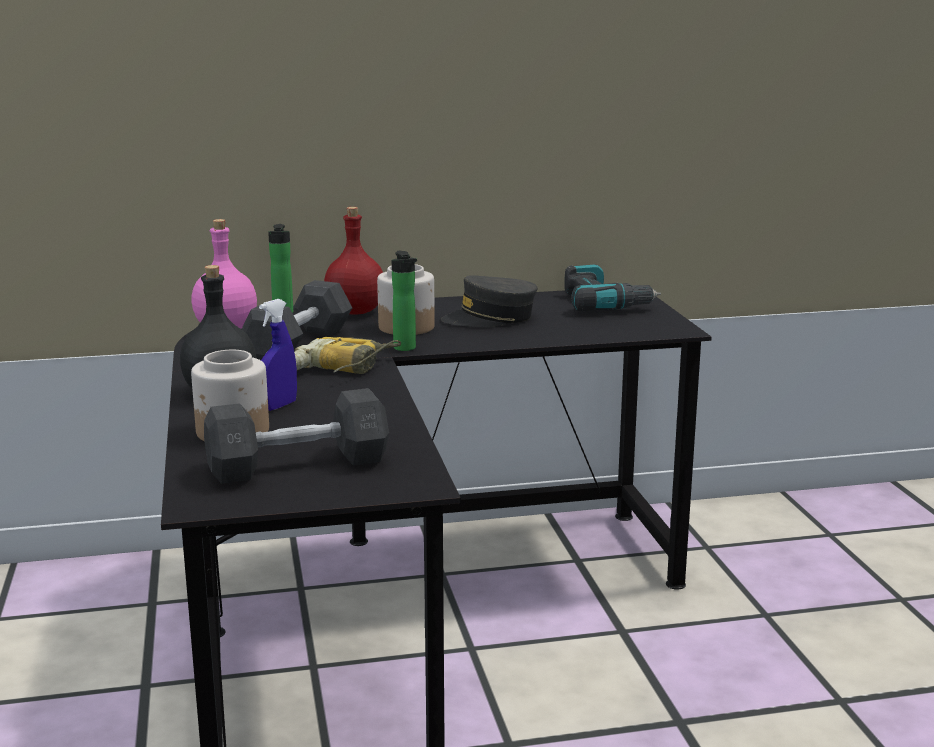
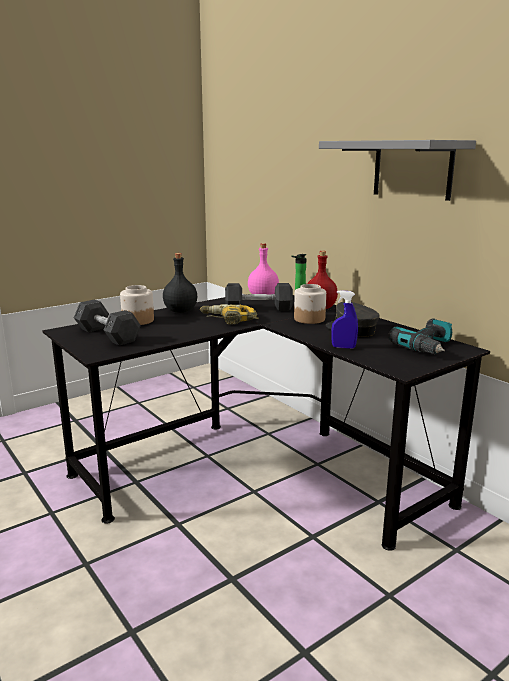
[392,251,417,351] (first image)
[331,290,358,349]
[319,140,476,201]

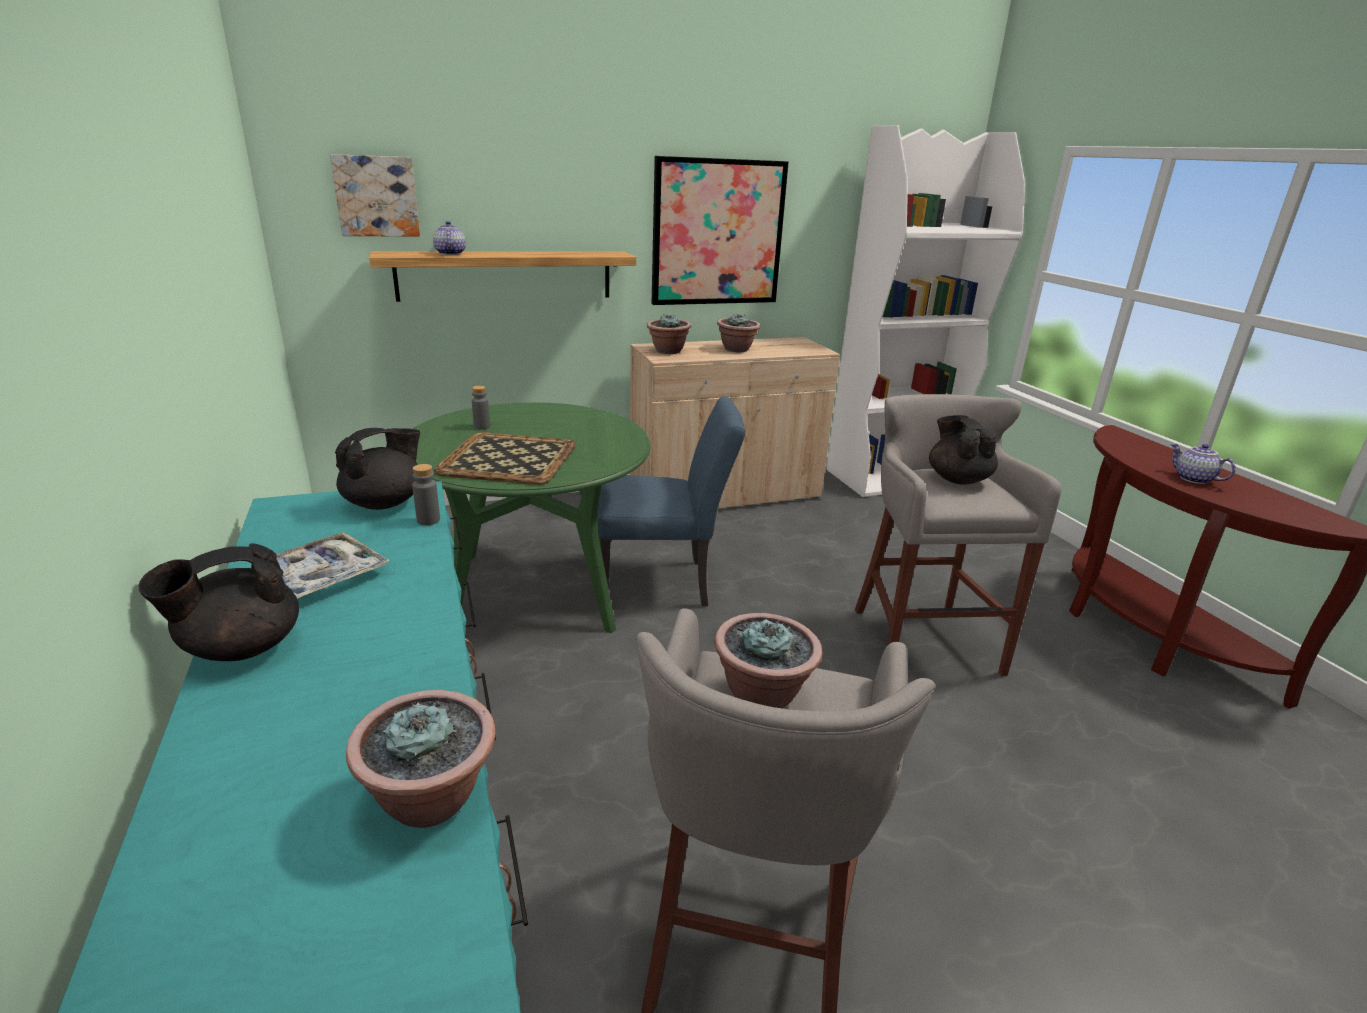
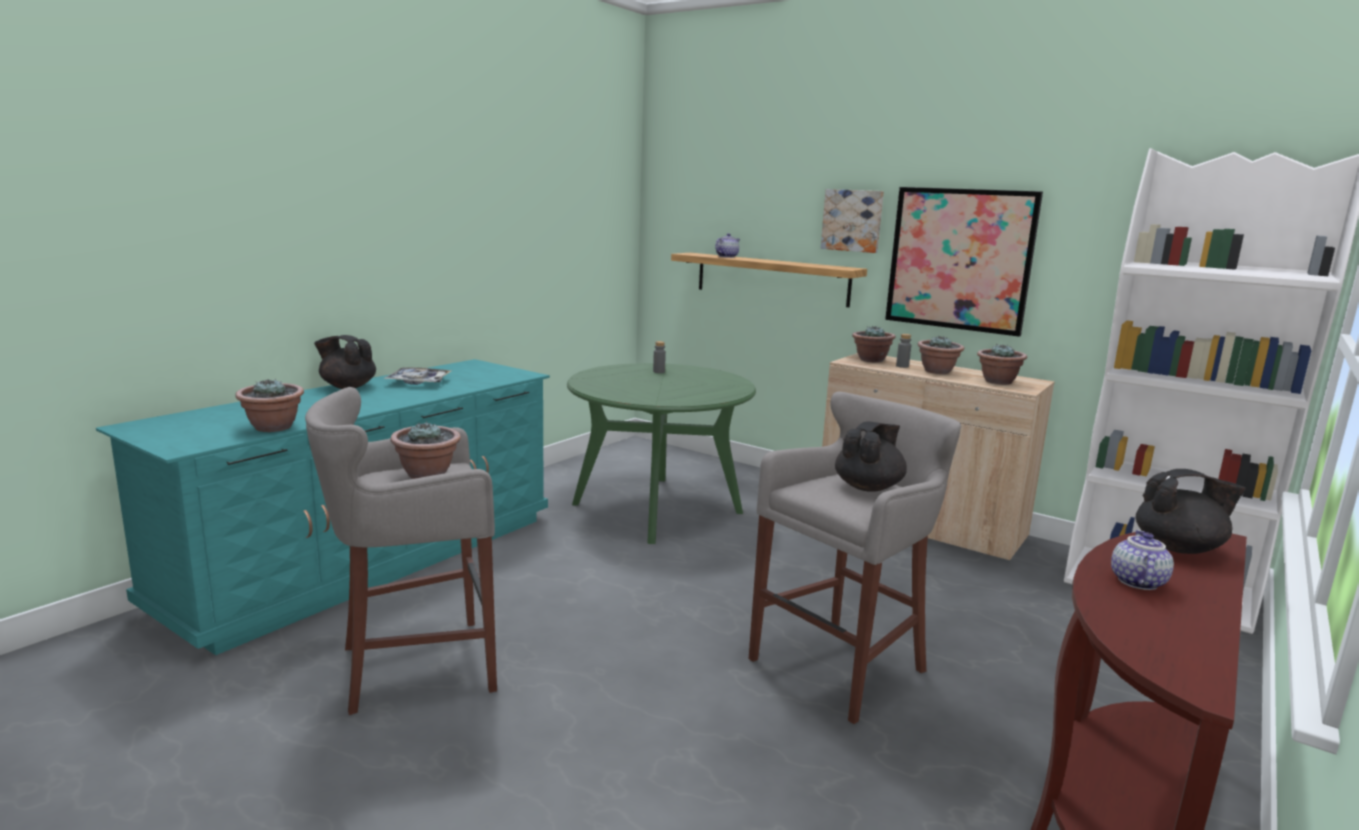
[821,189,884,253]
[597,396,745,606] (first image)
[1136,469,1246,554]
[433,432,576,485] (first image)
[896,334,911,368]
[977,344,1027,385]

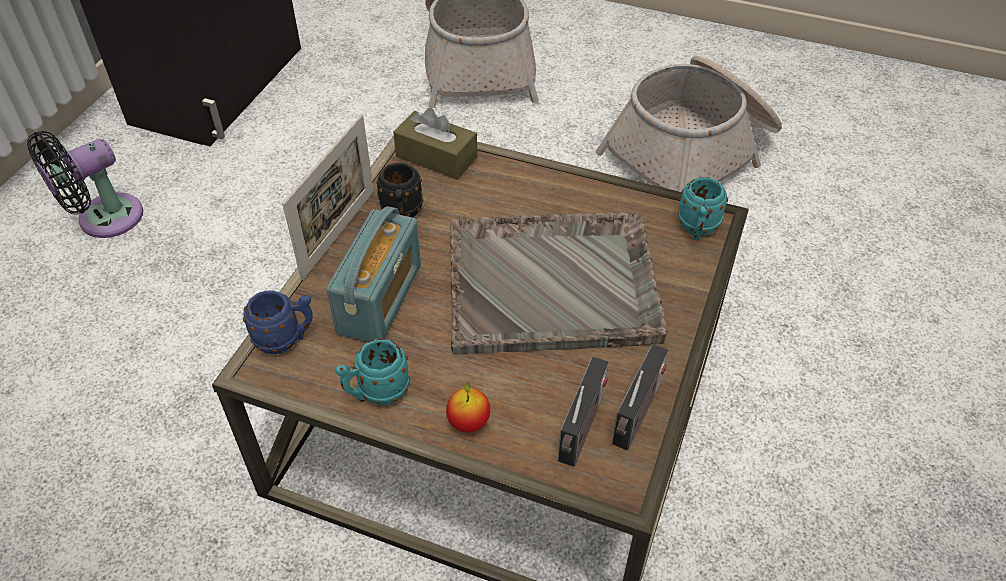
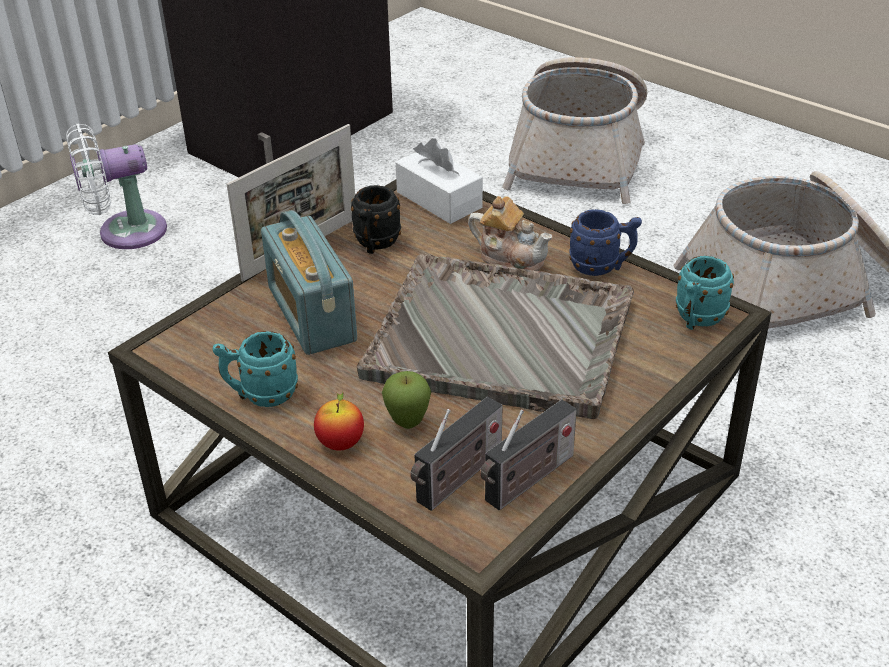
[396,138,483,224]
[66,123,167,249]
[261,210,357,355]
[569,209,642,276]
[468,196,552,271]
[382,371,431,429]

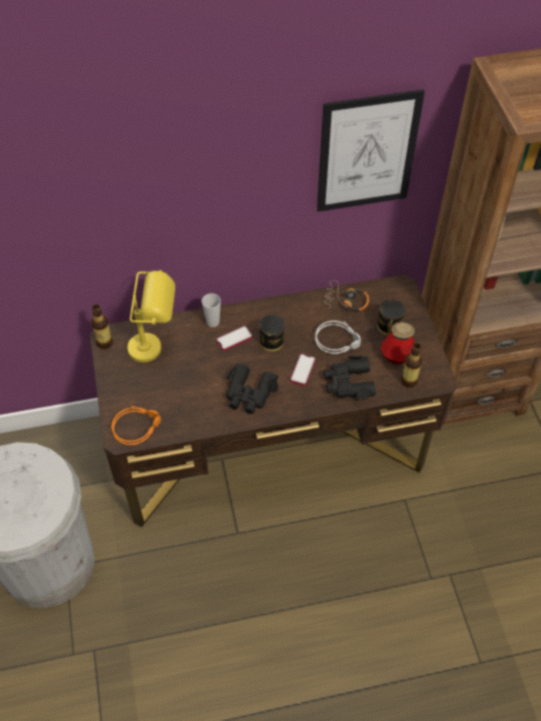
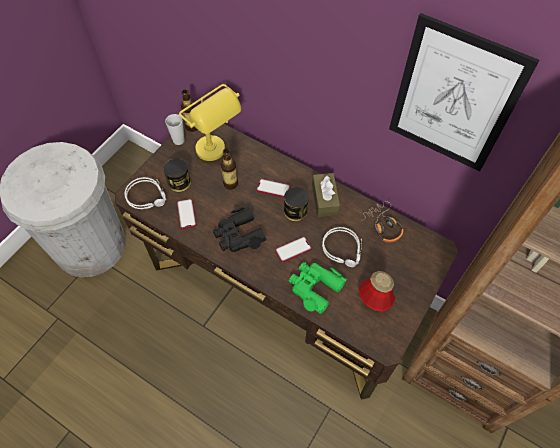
[165,114,185,145]
[164,158,191,192]
[221,149,238,190]
[289,262,347,314]
[124,177,166,209]
[312,173,340,217]
[177,199,196,229]

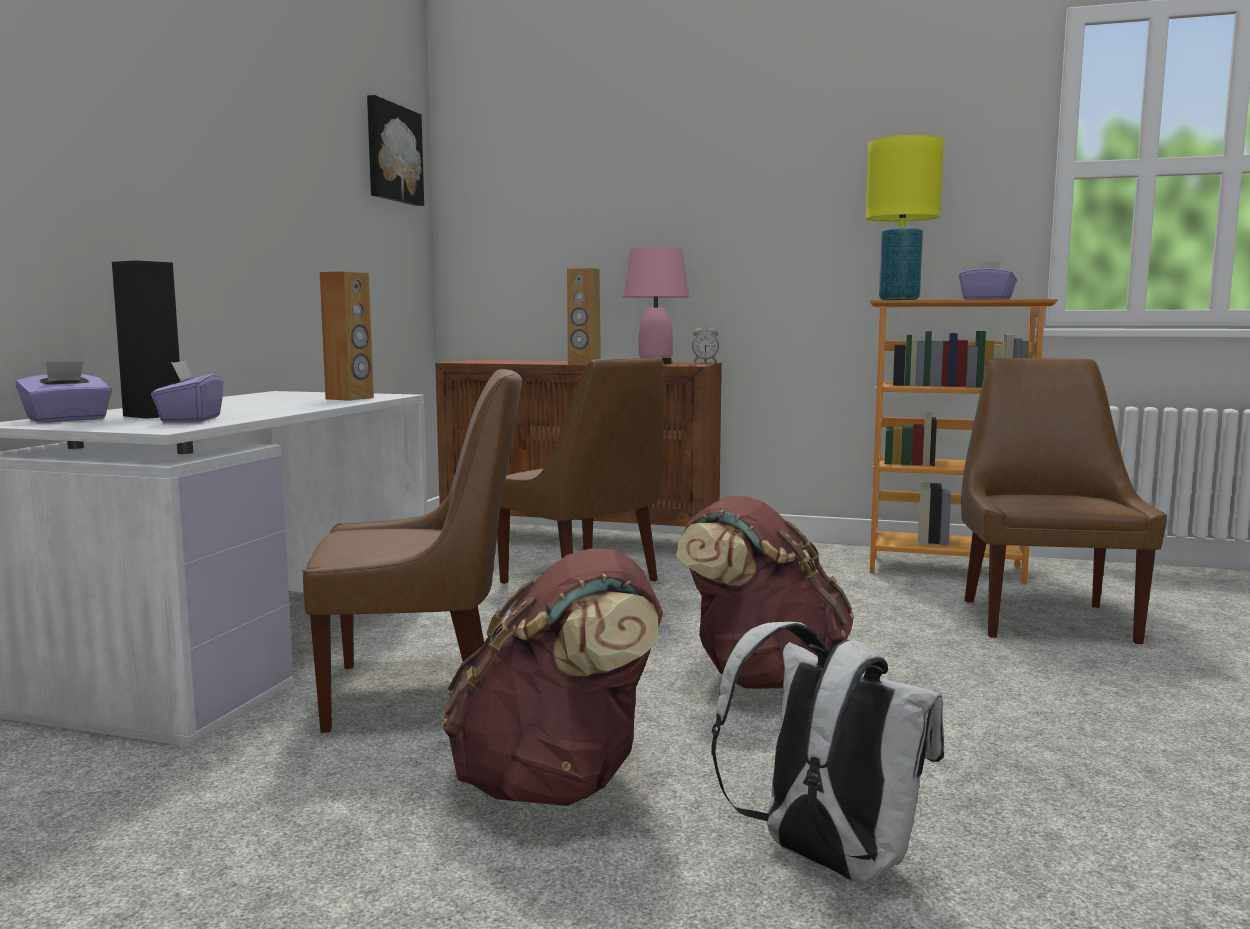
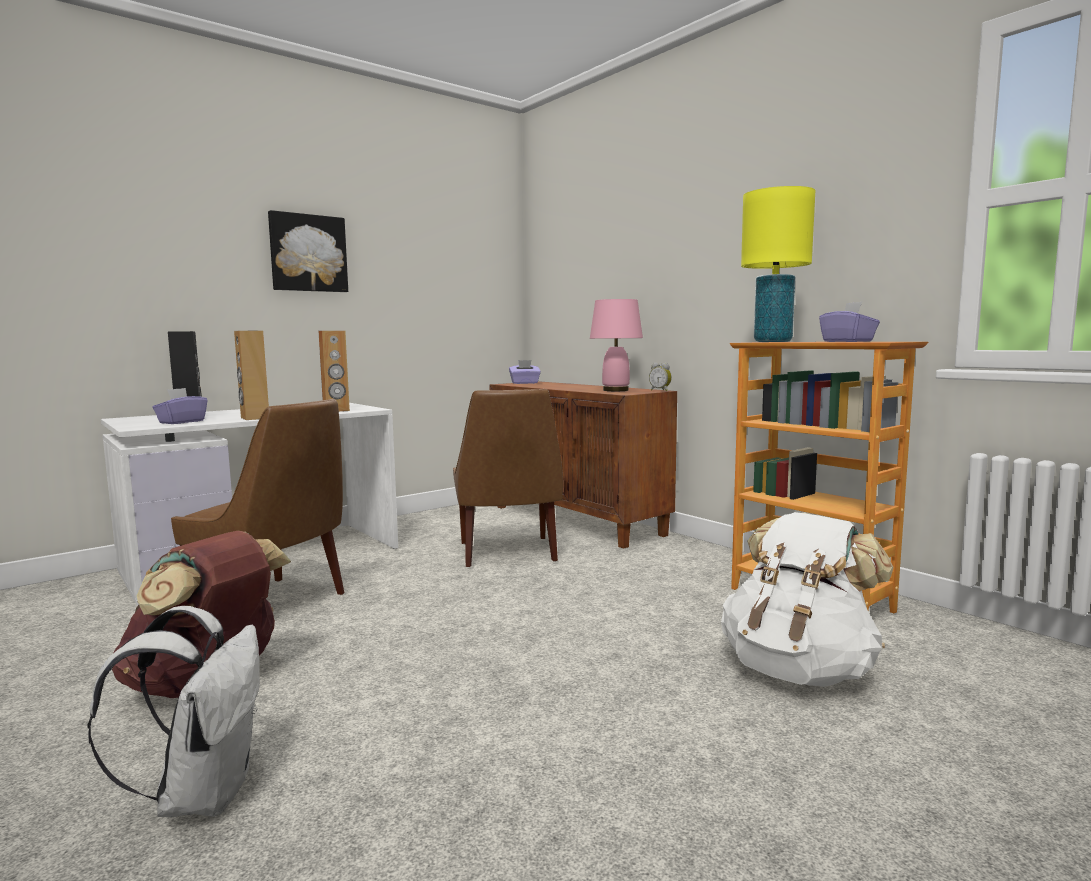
[268,210,348,292]
[234,331,269,420]
[721,512,894,687]
[509,360,541,384]
[676,496,854,689] (first image)

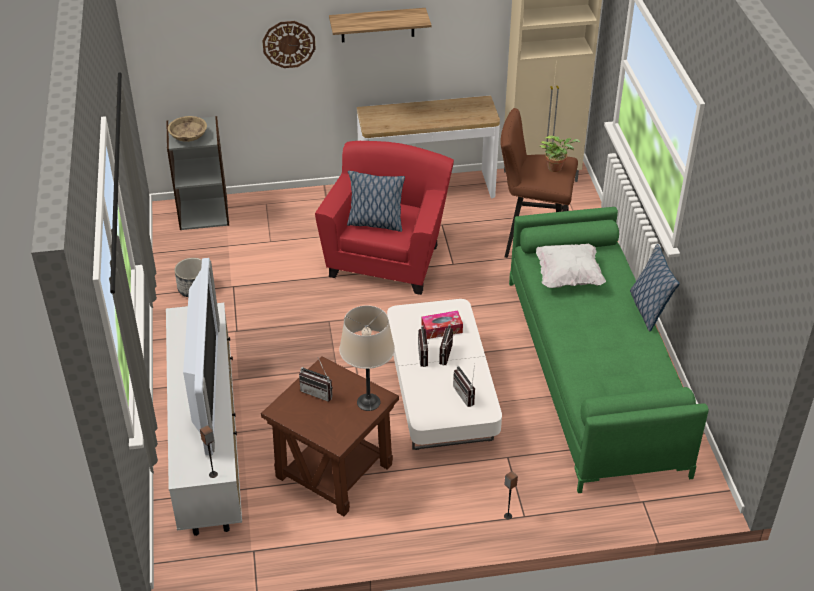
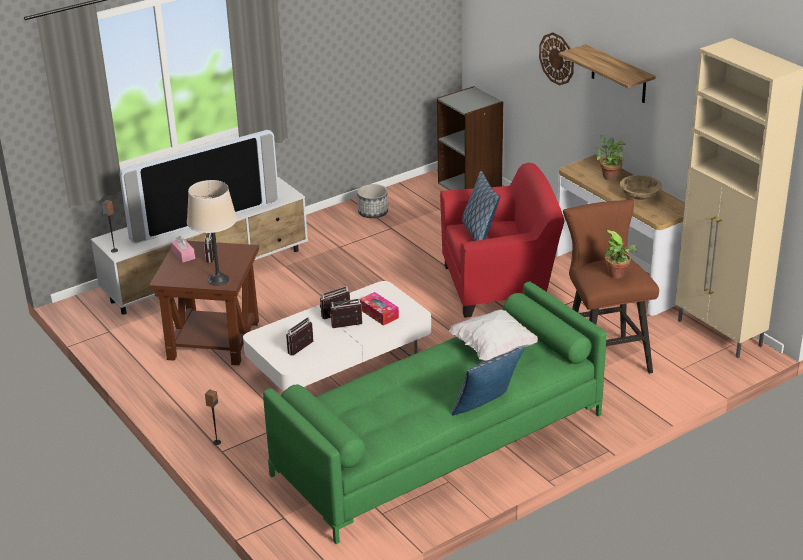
[620,175,662,200]
[595,135,626,180]
[171,236,195,263]

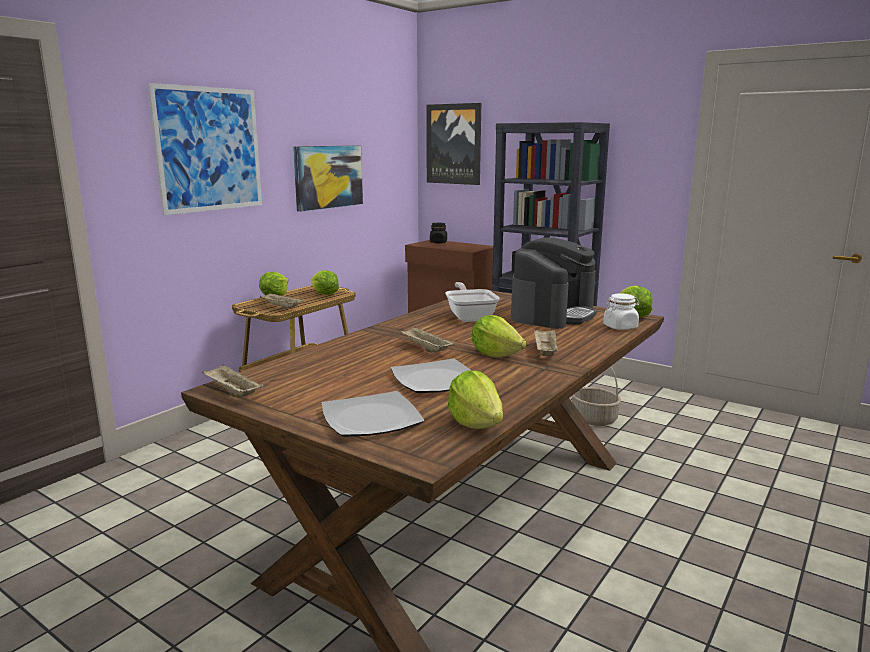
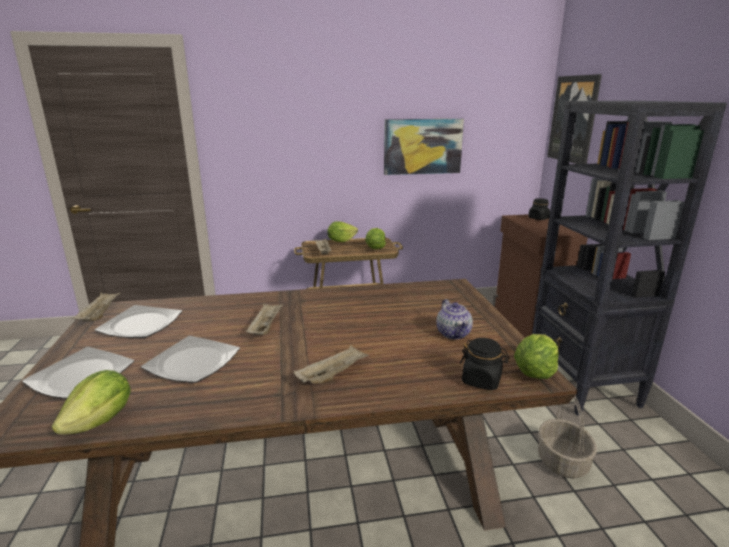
[147,83,262,215] (first image)
[436,299,473,339]
[445,282,500,322] (first image)
[460,338,509,390]
[472,315,526,358] (first image)
[95,305,182,338]

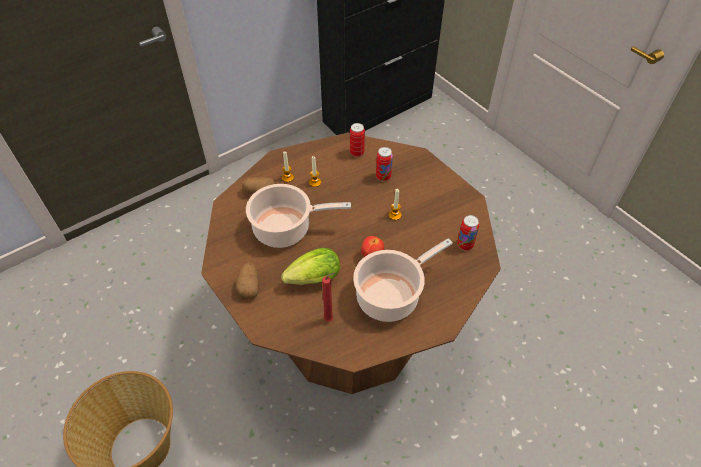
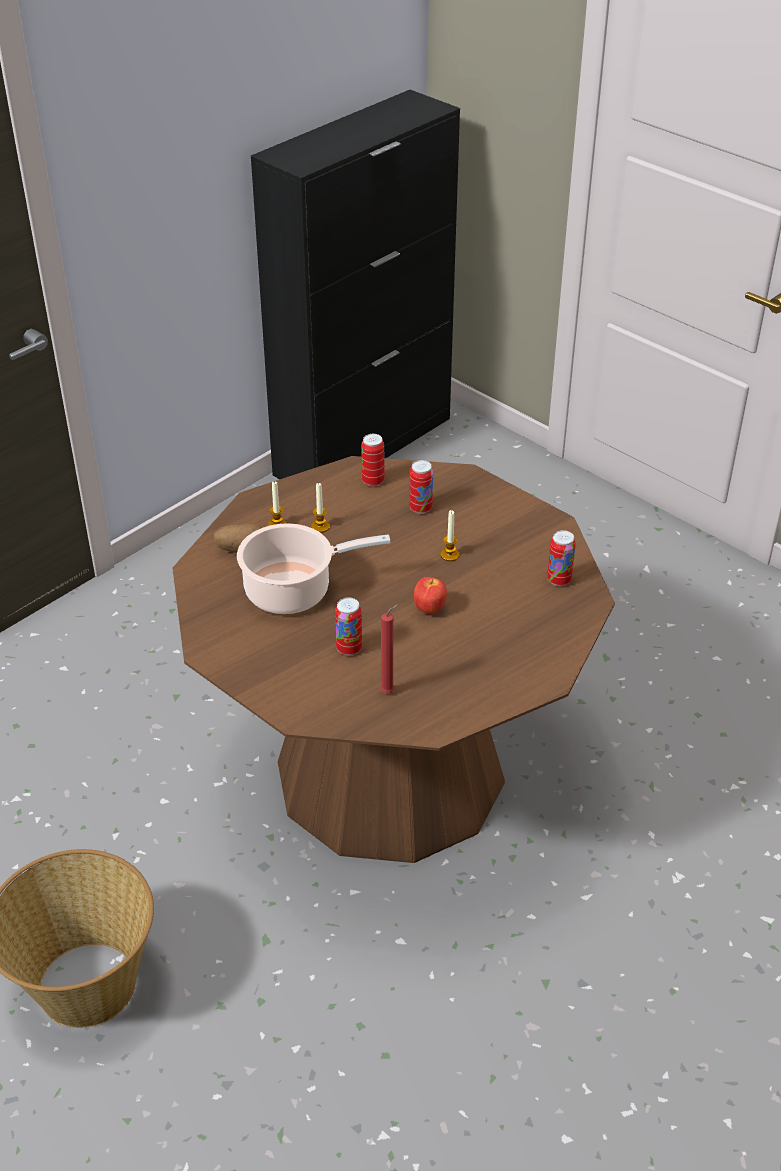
[353,238,453,322] (first image)
[335,597,362,655]
[236,262,259,299] (first image)

